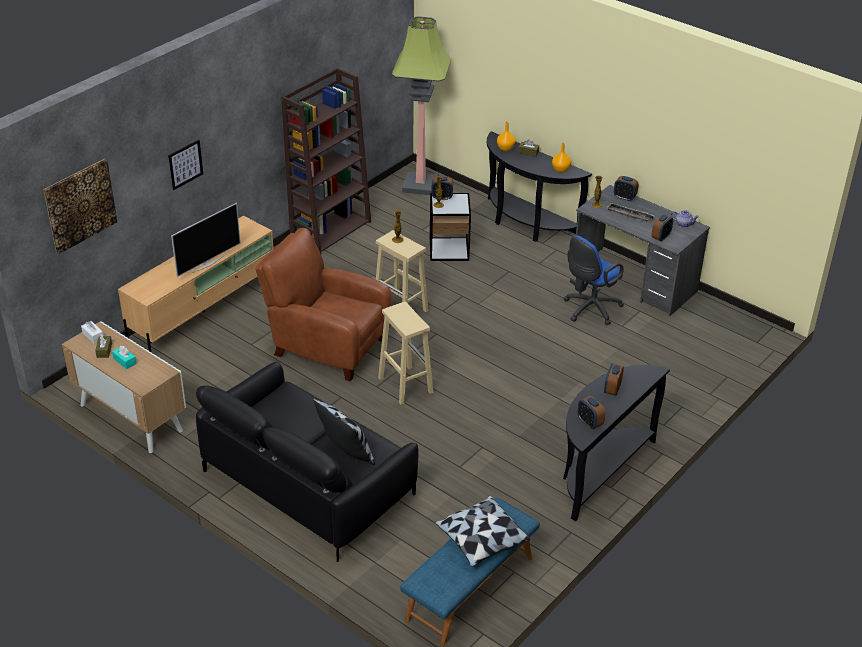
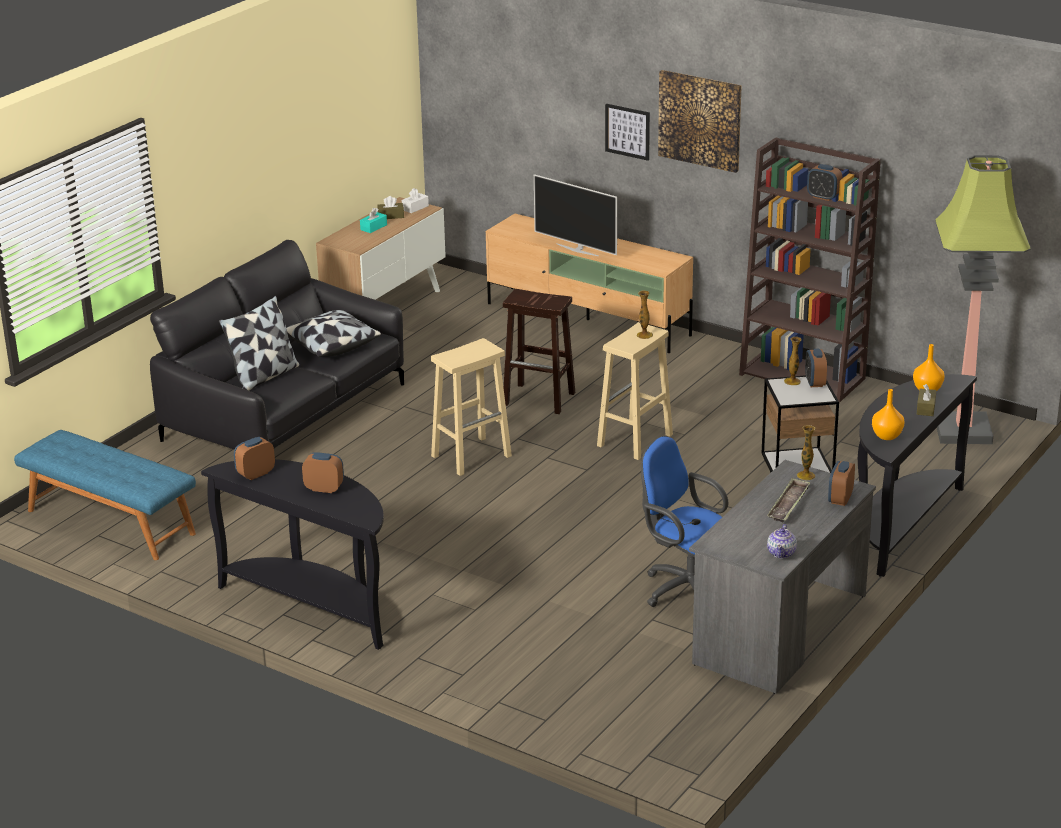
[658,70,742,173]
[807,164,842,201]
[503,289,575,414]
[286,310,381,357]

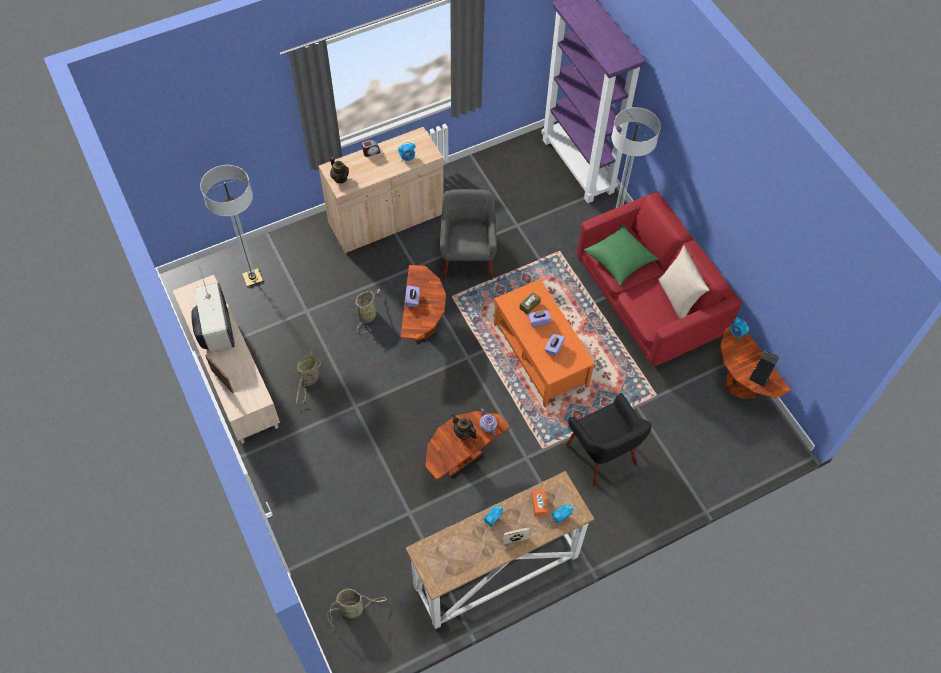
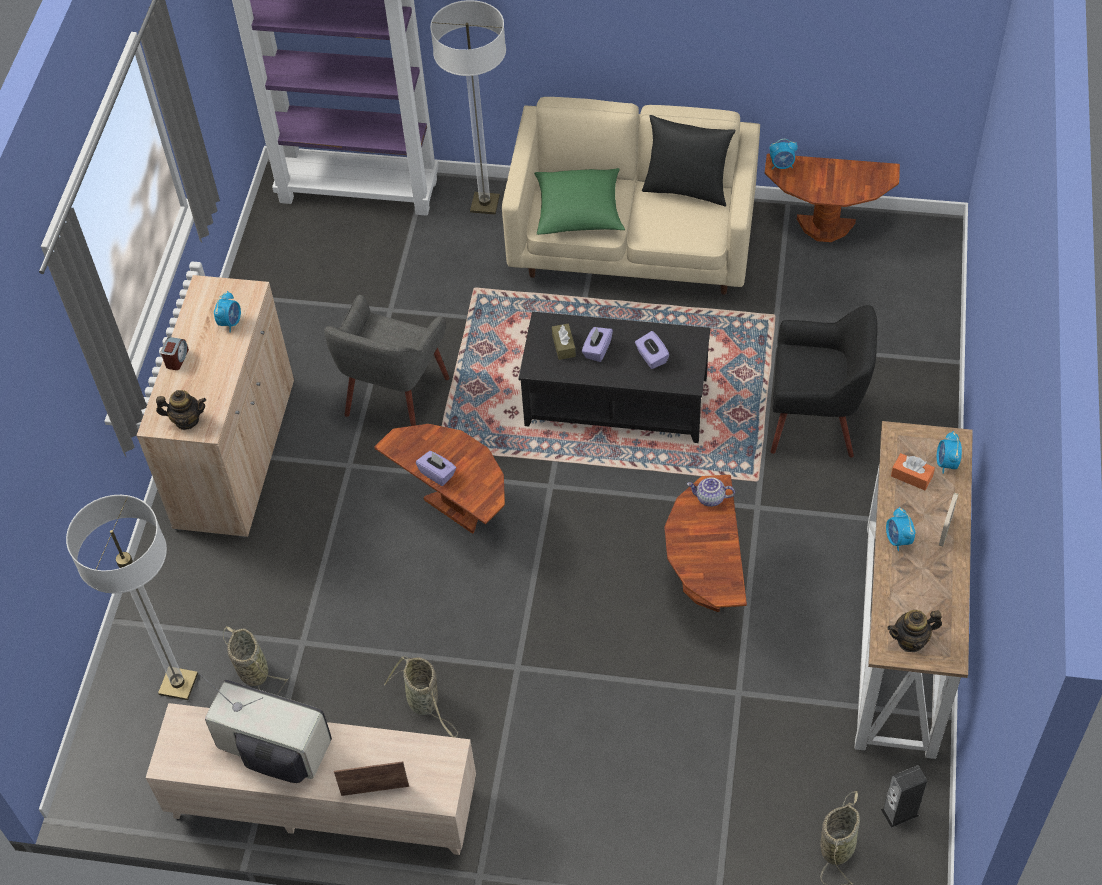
[324,294,450,426]
[502,97,760,295]
[642,115,735,207]
[518,312,710,443]
[223,626,288,695]
[881,765,927,828]
[887,610,942,652]

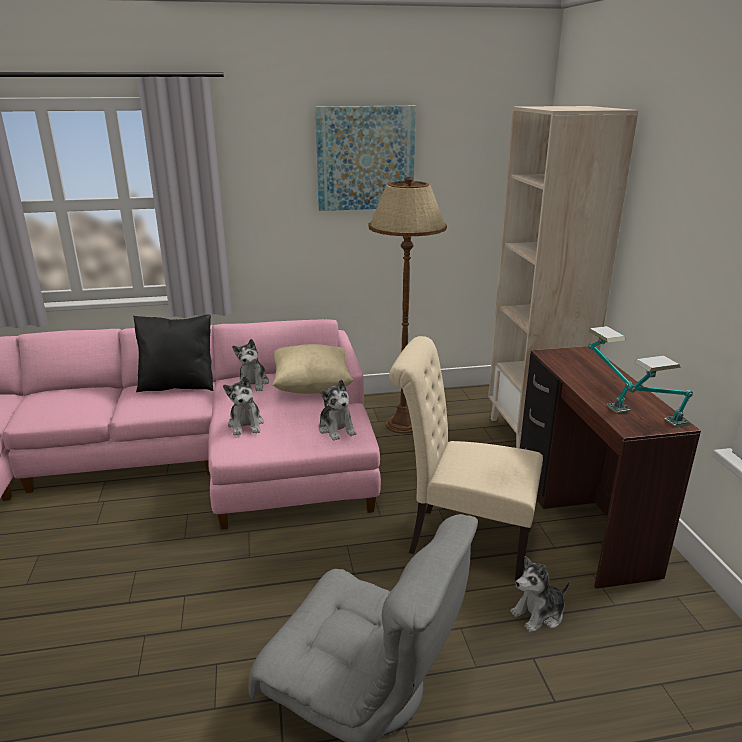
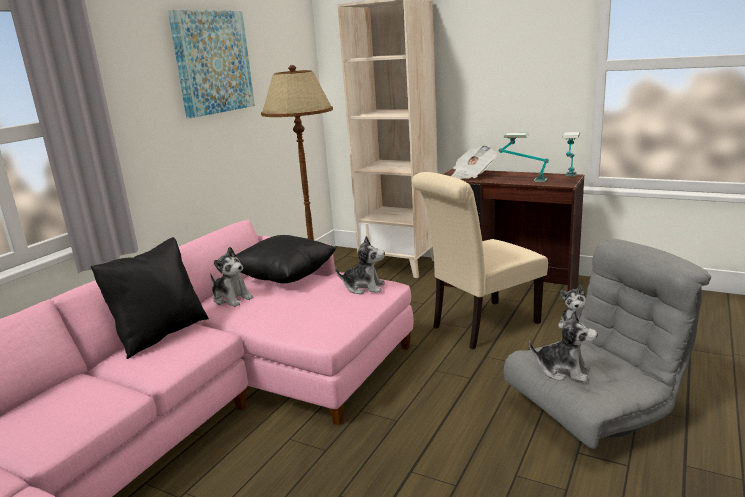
[236,235,336,283]
[529,310,597,382]
[451,145,497,179]

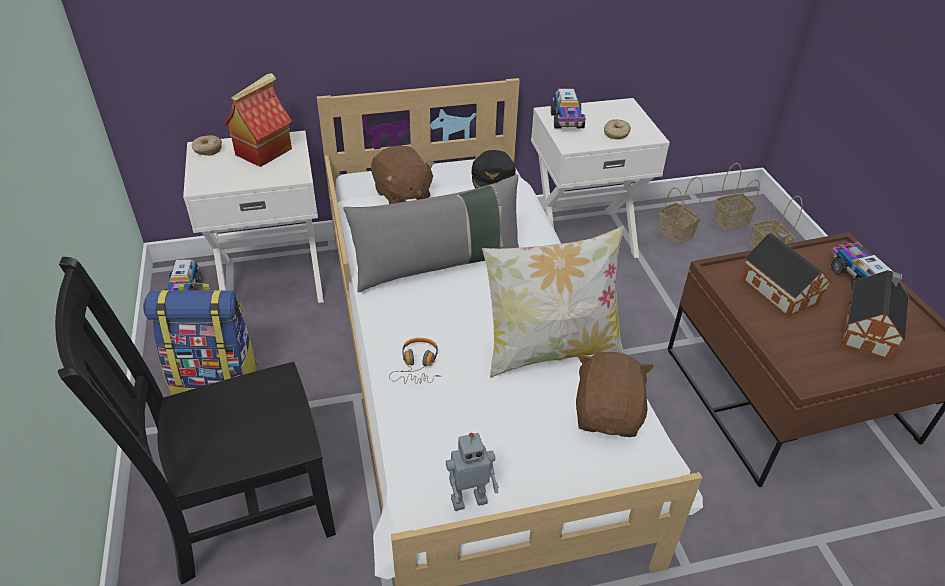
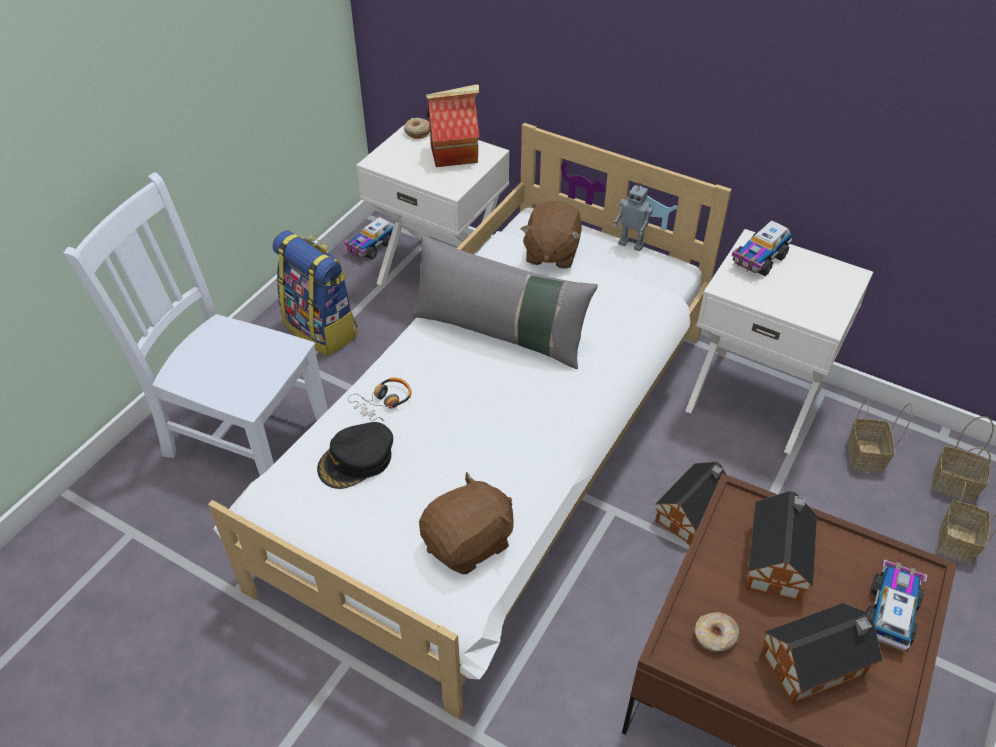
[695,612,740,652]
[317,422,393,489]
[482,226,624,378] (first image)
[64,172,328,476]
[613,182,653,251]
[655,462,727,545]

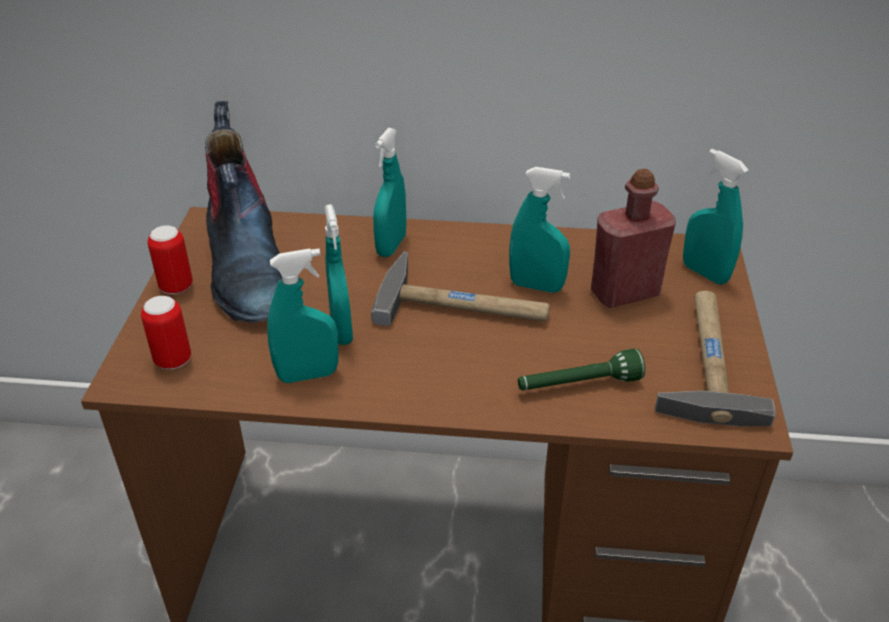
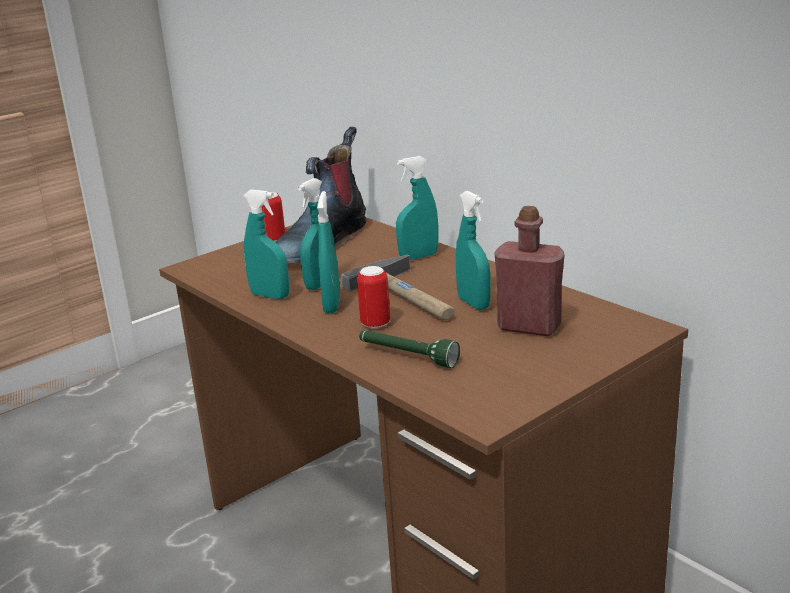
[317,191,340,313]
[655,291,775,426] (first image)
[357,266,390,329]

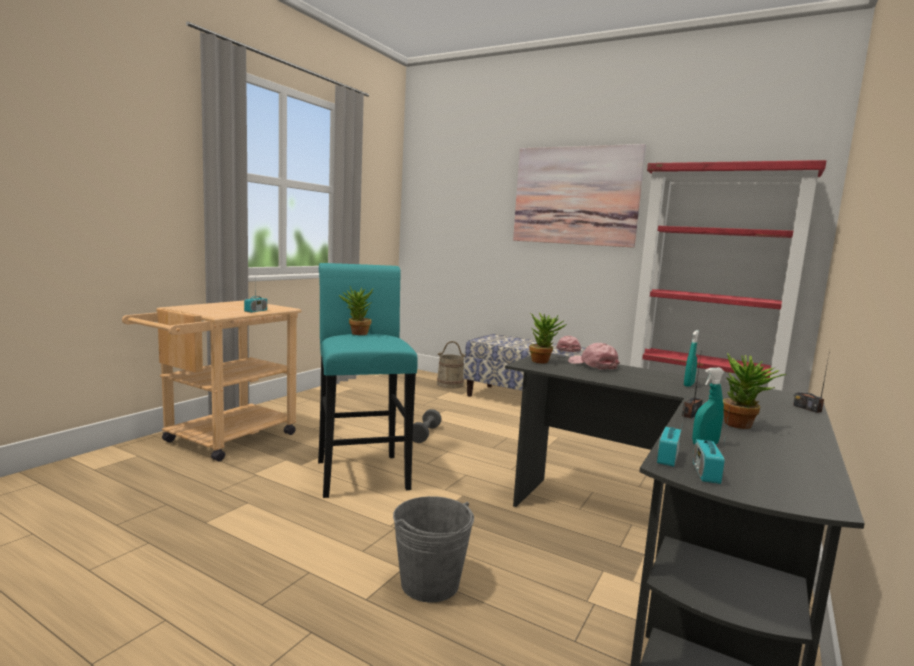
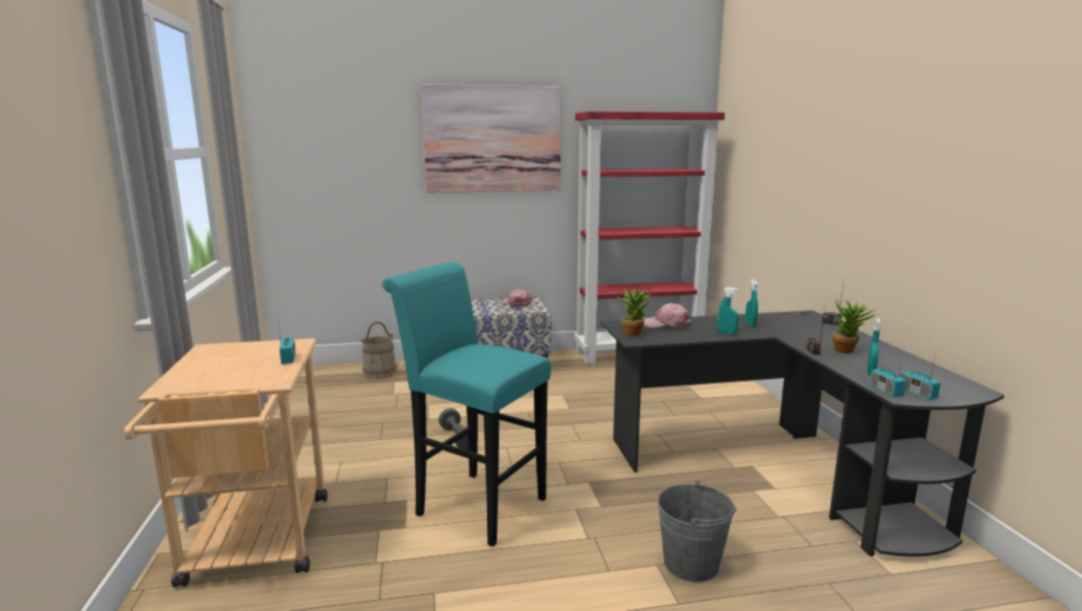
[339,286,374,335] (first image)
[717,287,739,334]

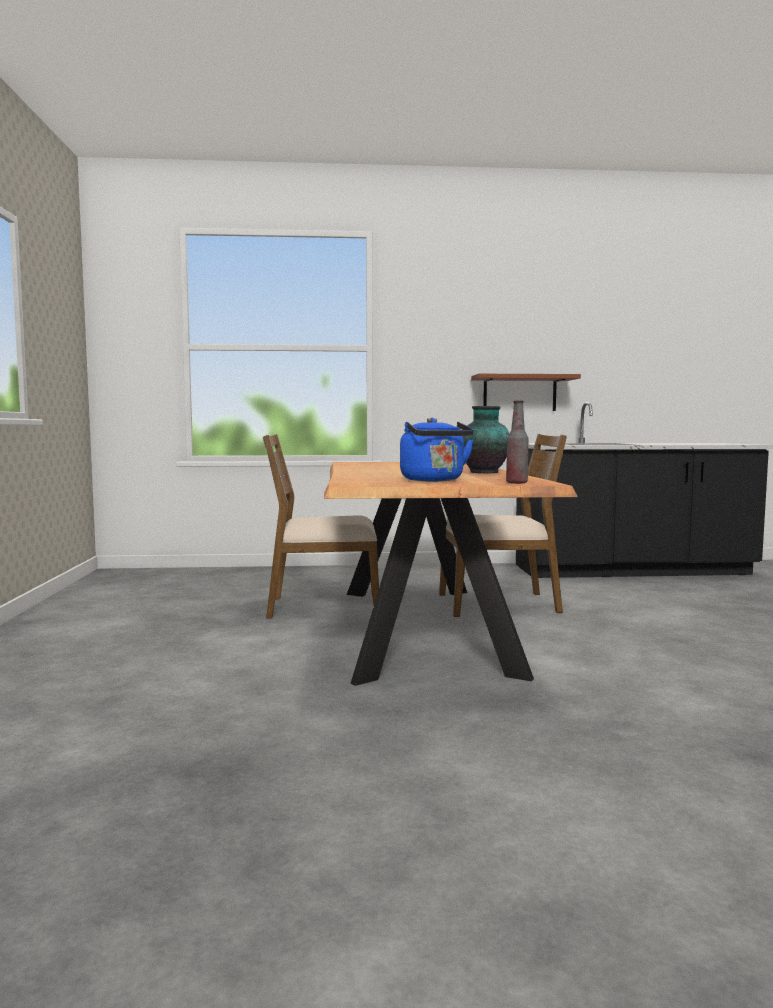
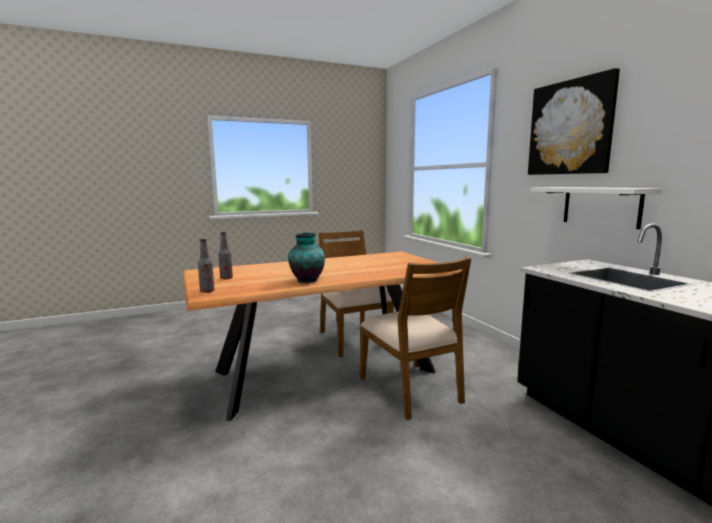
[531,187,662,229]
[219,232,233,279]
[528,68,620,175]

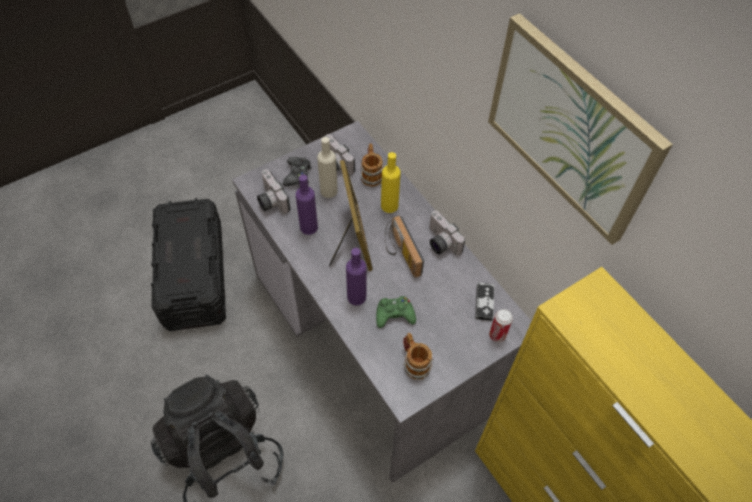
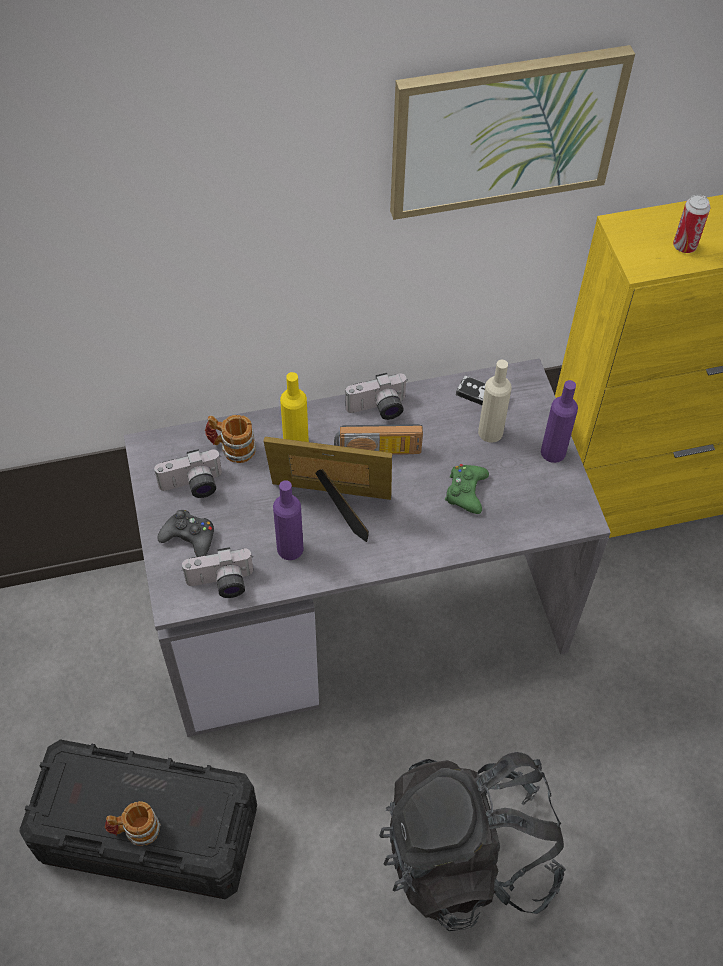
[478,360,512,443]
[541,380,578,463]
[673,194,710,253]
[105,801,161,846]

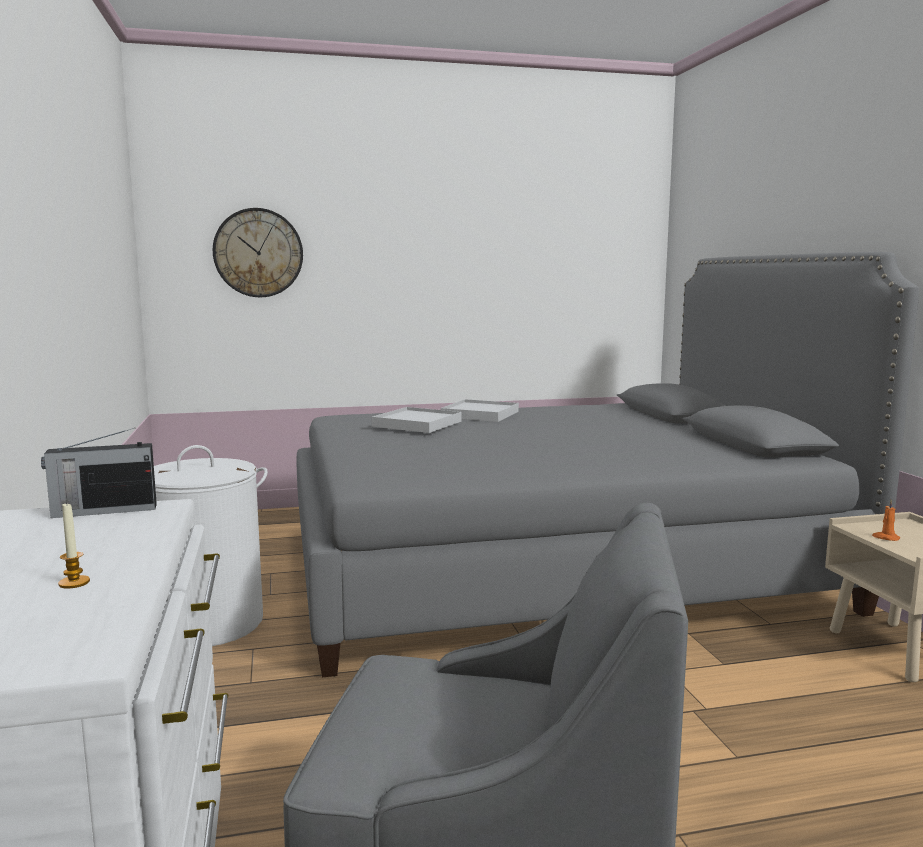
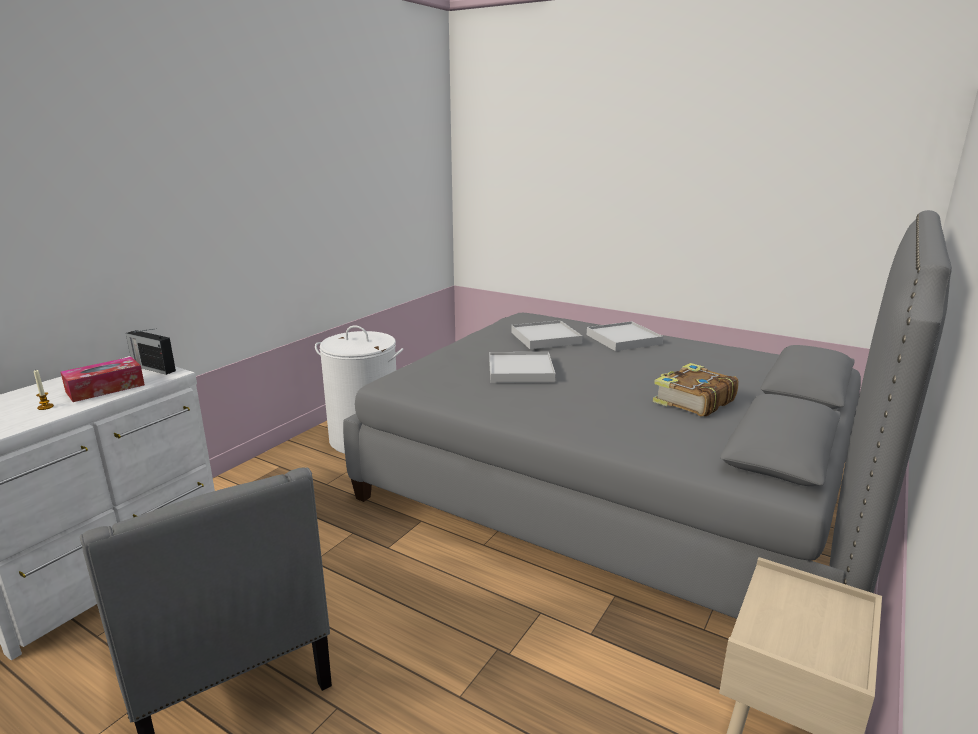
[213,208,303,298] (first image)
[872,500,900,541] (first image)
[489,352,555,383]
[61,357,145,402]
[653,363,739,416]

